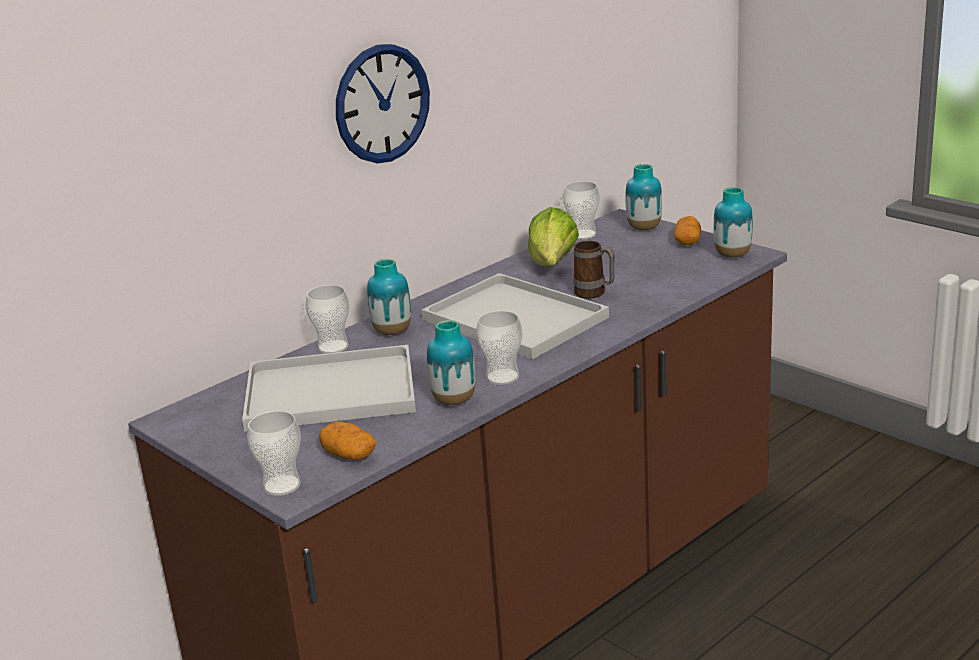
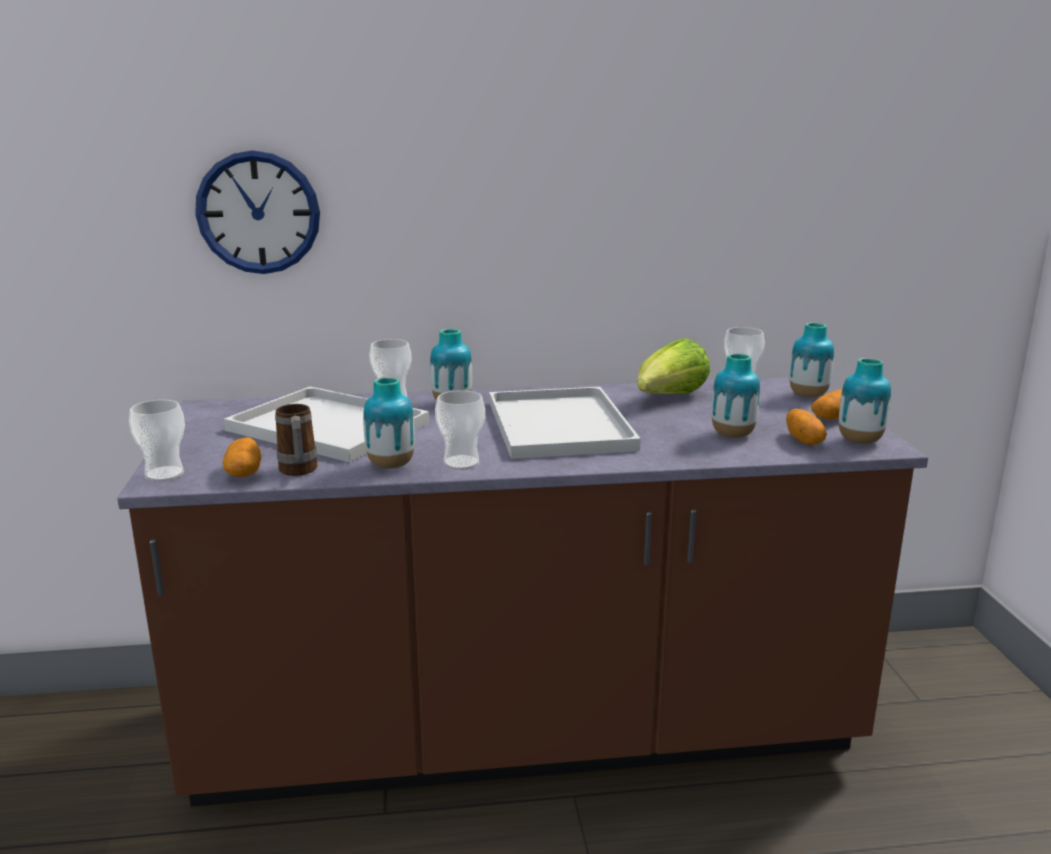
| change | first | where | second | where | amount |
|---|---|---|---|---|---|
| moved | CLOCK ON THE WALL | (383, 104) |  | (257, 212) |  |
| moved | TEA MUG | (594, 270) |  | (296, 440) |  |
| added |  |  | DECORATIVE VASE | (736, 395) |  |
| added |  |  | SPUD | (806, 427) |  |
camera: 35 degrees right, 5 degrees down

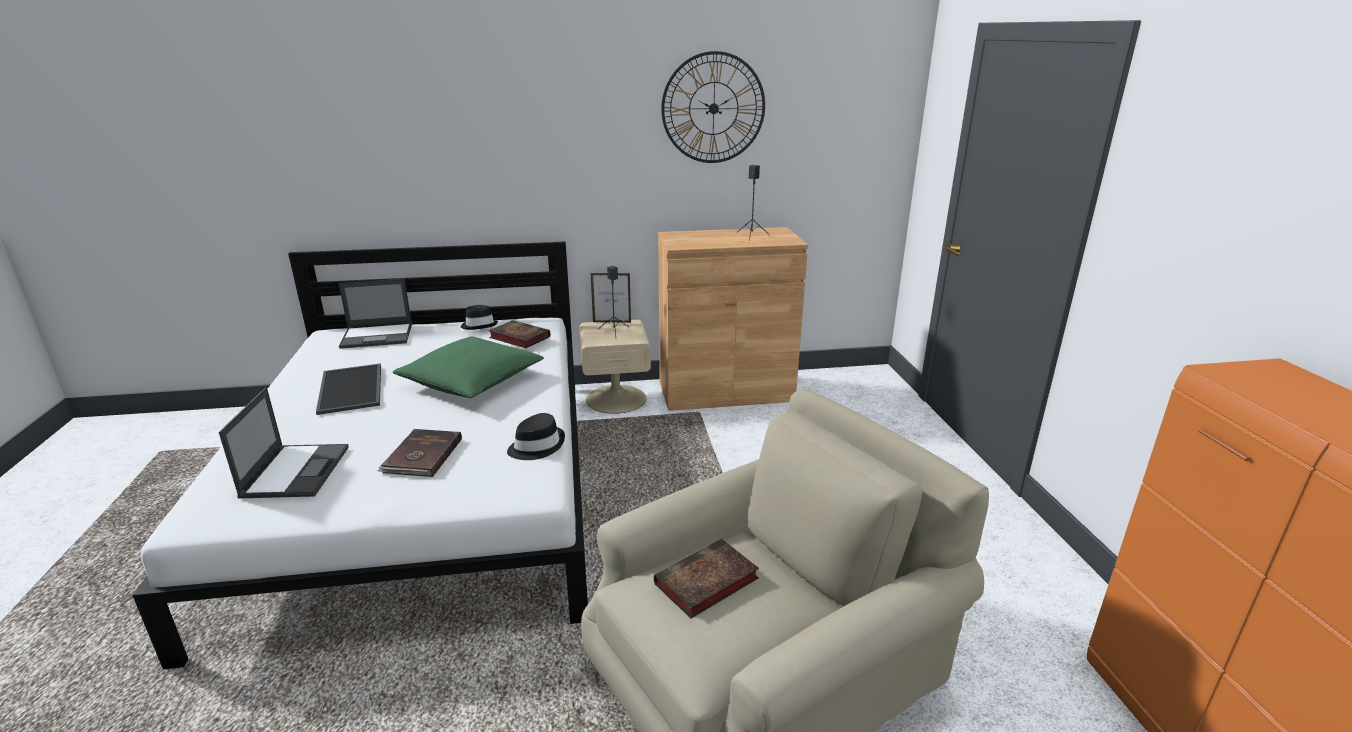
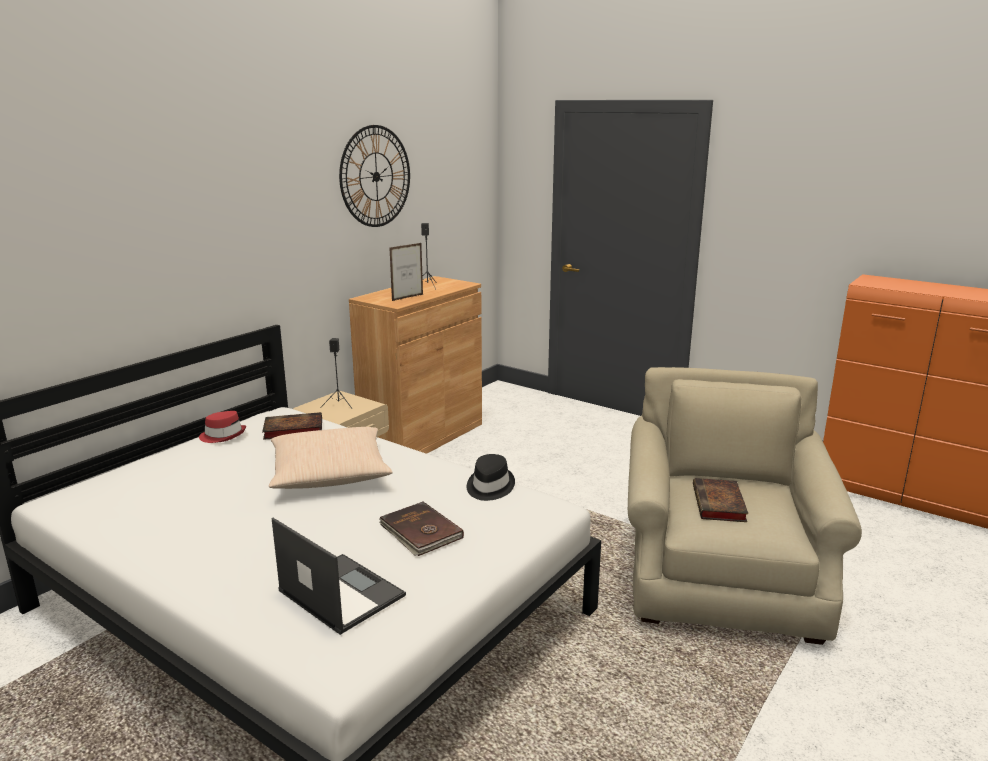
| change | first | where | second | where | amount |
|---|---|---|---|---|---|
| moved | PICTURE FRAME | (611, 298) |  | (406, 272) |  |
| removed | LAPTOP | (375, 314) |  |  |  |
| recoloured | BLACK-COLOURED CLOTHING HAT | (479, 317) | RED CLOTHING HAT | (222, 427) |  |
| recoloured | GREENISH CUSHION | (468, 367) | BEIGE-COLOURED CUSHION | (331, 458) |  |
| removed | SERVING TRAY | (348, 389) |  |  |  |
camera: 45 degrees left, 5 degrees down

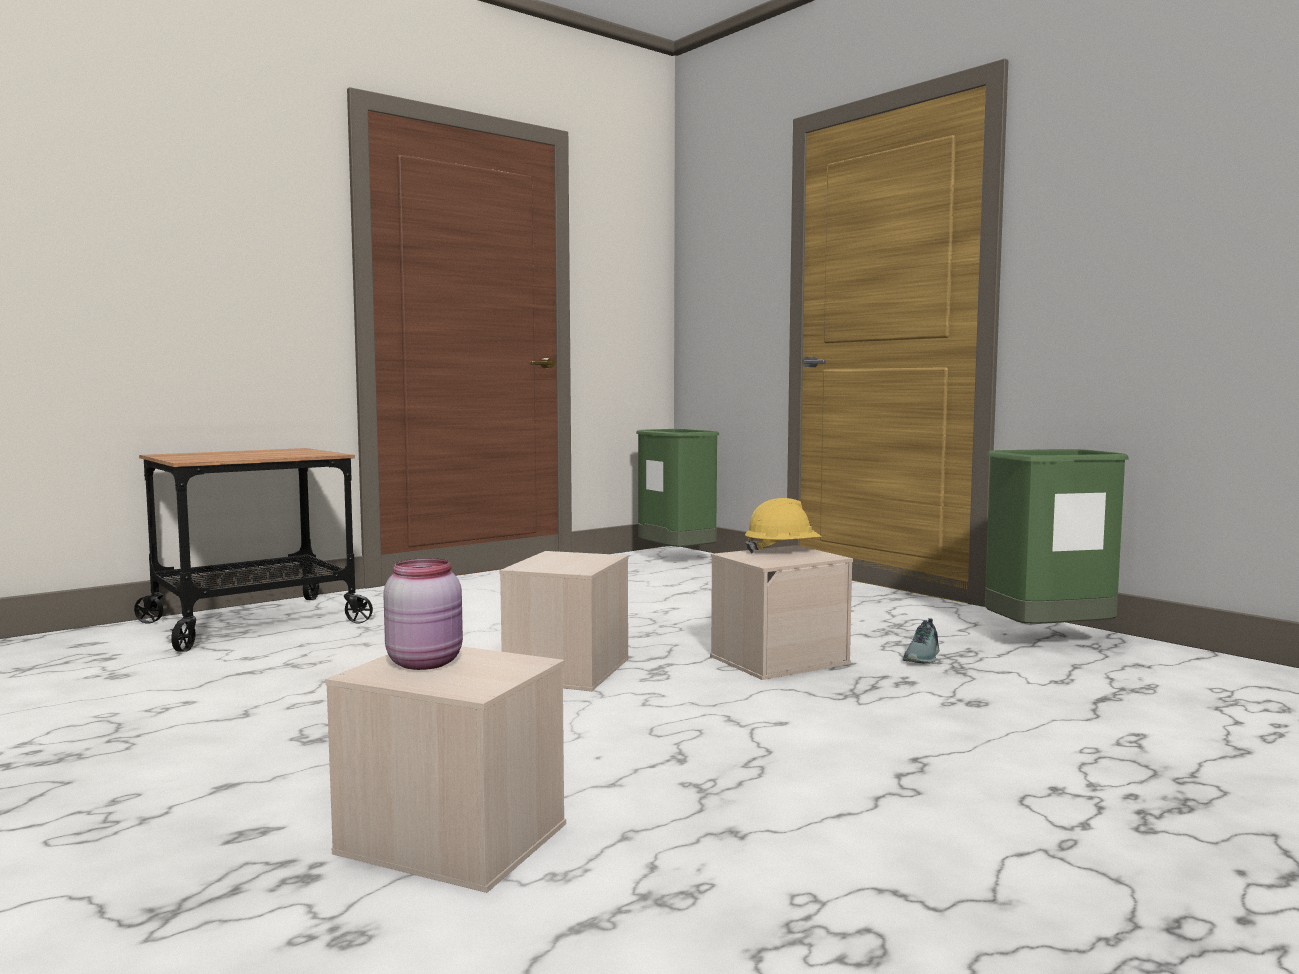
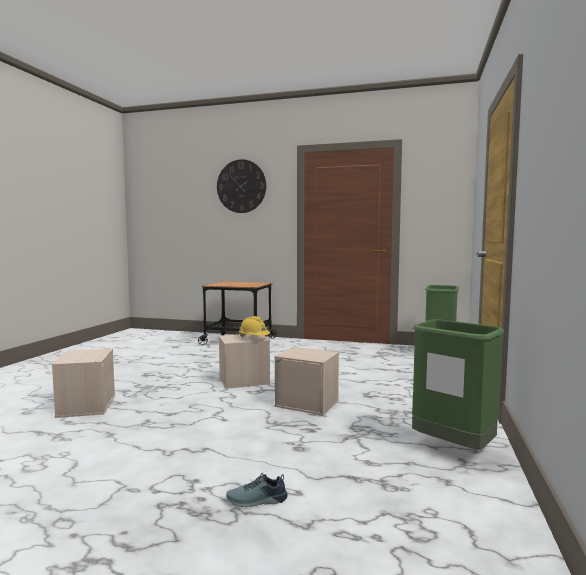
| change | first | where | second | where | amount |
|---|---|---|---|---|---|
| moved | YELLOW-COLOURED SAFETY HELMET | (783, 526) |  | (254, 326) |  |
| removed | PINK STORAGE JAR | (423, 614) |  |  |  |
| moved | SHOE | (921, 640) |  | (257, 490) |  |
| added |  |  | CLOCK ON THE WALL | (241, 186) |  |
camera: 55 degrees right, 0 degrees up

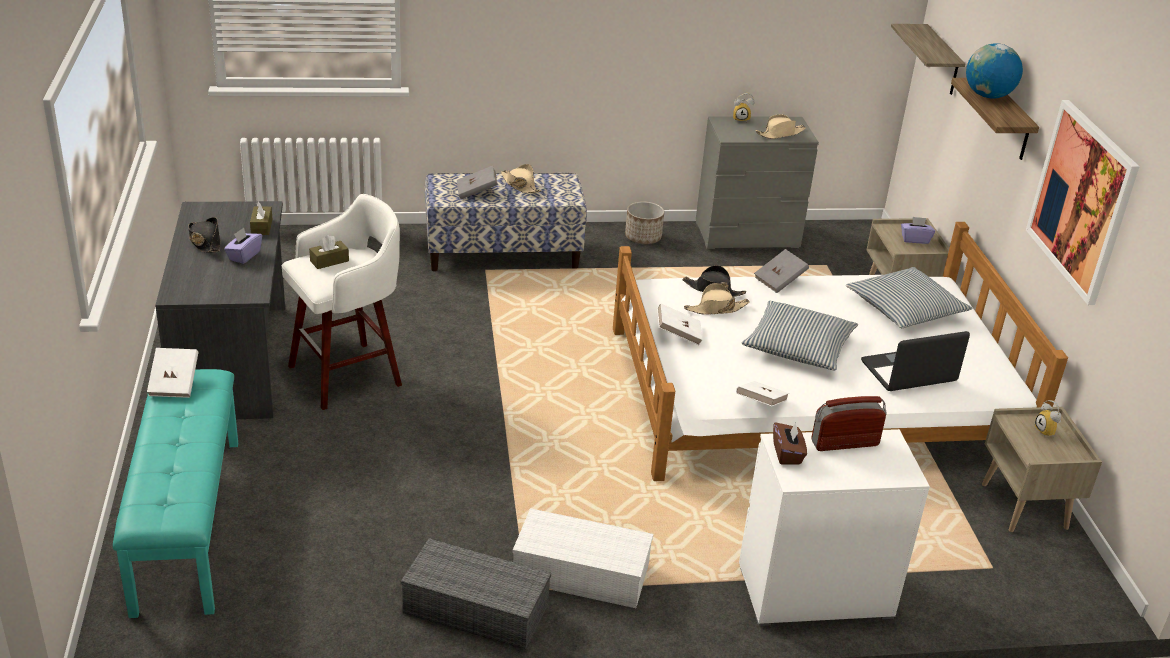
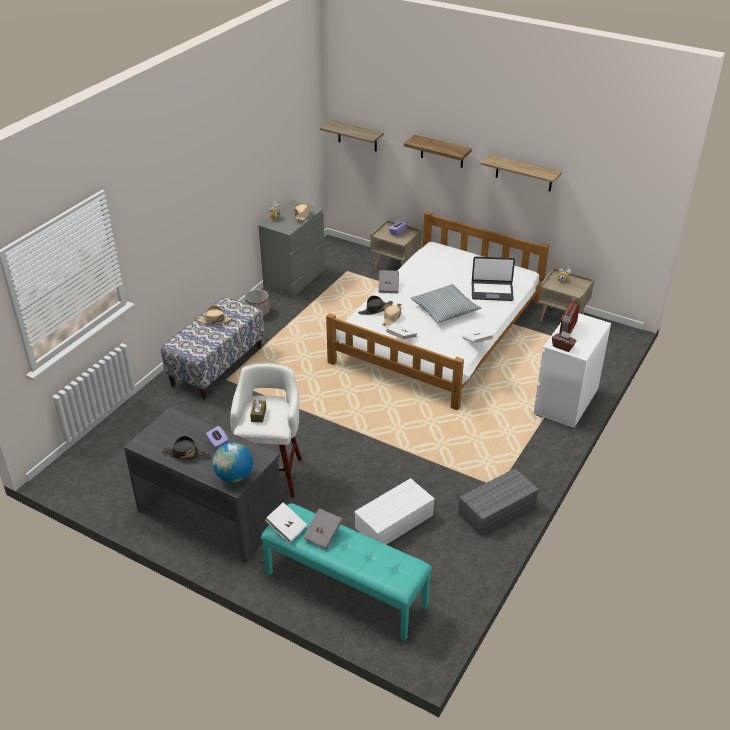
| change | first | where | second | where | amount |
|---|---|---|---|---|---|
| moved | WORLD GLOBE | (994, 71) |  | (233, 462) |  |
| replaced | WALL ART | (1082, 202) | WALL SHELF | (521, 173) |  |
| moved | GREYISH VOLUME | (477, 182) |  | (323, 529) |  |
| removed | BROWN-COLOURED BOX OF TISSUES | (261, 218) |  |  |  |
| removed | CUSHION | (909, 297) |  |  |  |
| turned | LAPTOP | (915, 361) |  | (493, 279) | 105 degrees counterclockwise |
| moved | WHITE STORAGE CONTAINER | (583, 558) |  | (394, 511) |  |
camera: 50 degrees left, 5 degrees up

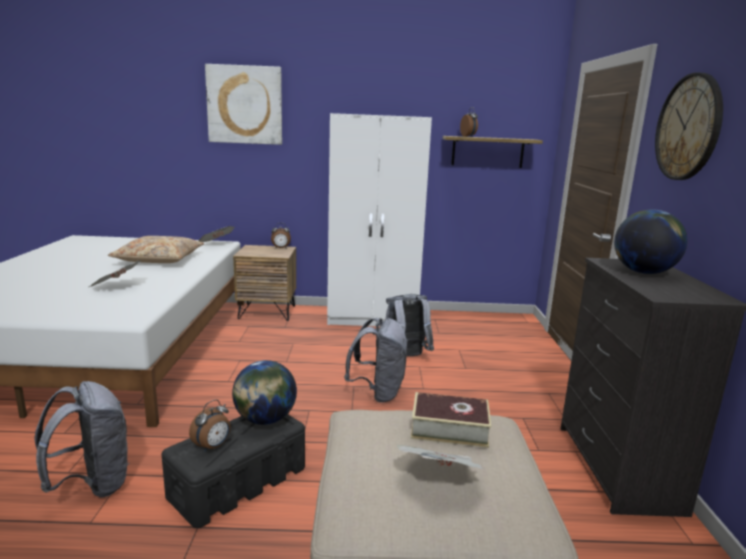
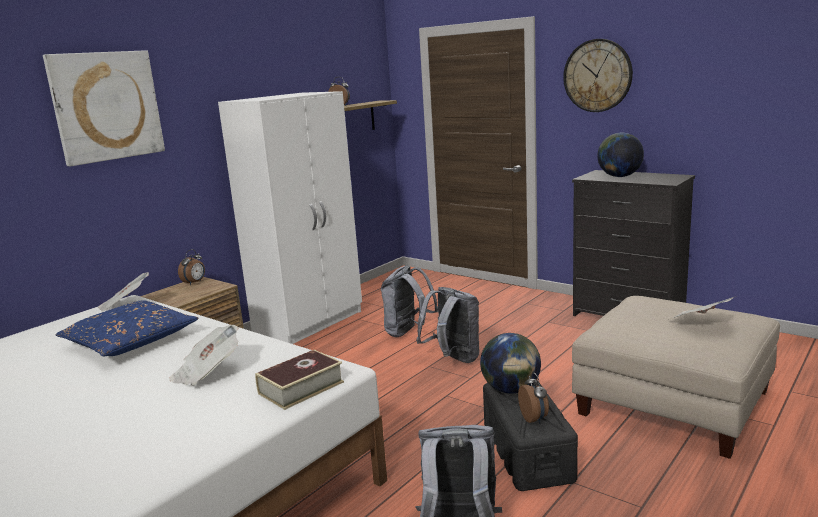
| change | first | where | second | where | amount |
|---|---|---|---|---|---|
| recoloured | BEIGE-COLOURED CUSHION | (156, 249) | BLUE-COLOURED CUSHION | (127, 328) |  |
| moved | VOLUME | (451, 420) |  | (299, 380) |  |
camera: 50 degrees left, 0 degrees up

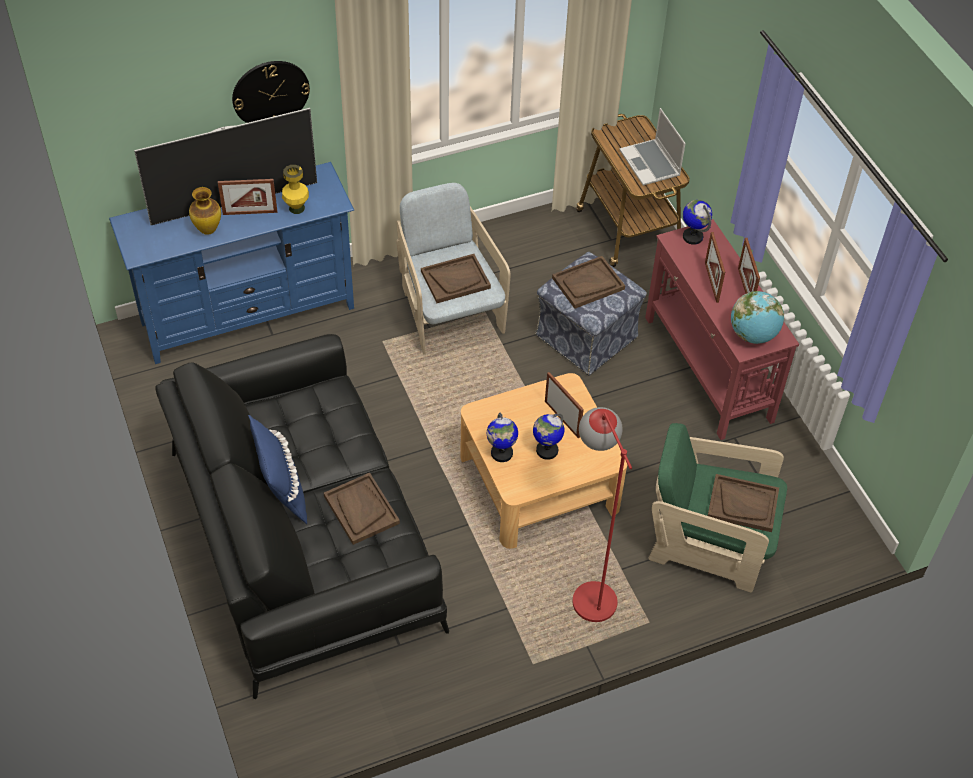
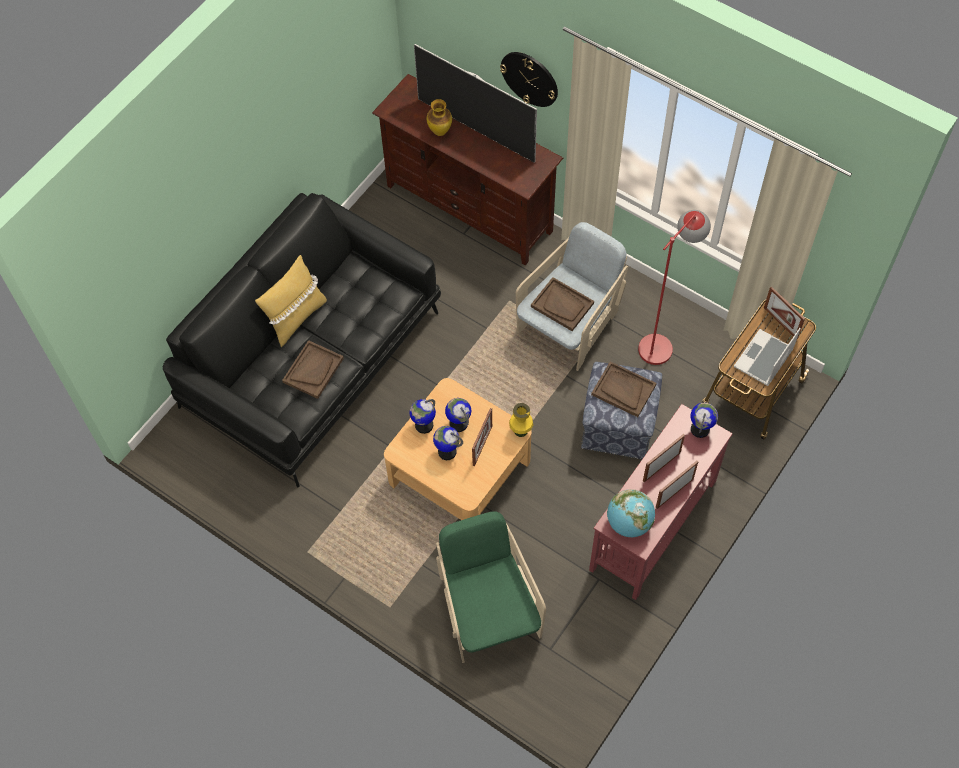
| change | first | where | second | where | amount |
|---|---|---|---|---|---|
| recoloured | BLUE-COLOURED TV UNIT | (231, 263) | BROWN-COLOURED TV UNIT | (467, 169) |  |
| moved | YELLOW-COLOURED DECORATIVE VASE | (295, 189) |  | (521, 420) |  |
| moved | PICTURE FRAME | (247, 197) |  | (784, 312) |  |
| moved | RED STANDARD LAMP | (602, 514) |  | (674, 287) |  |
| recoloured | BLUE-COLOURED CUSHION | (277, 469) | YELLOW-COLOURED CUSHION | (291, 301) |  |
| removed | BROWN-COLOURED SERVING TRAY | (743, 503) |  |  |  |
| added |  |  | WORLD GLOBE | (458, 415) |  |
camera: 60 degrees right, 10 degrees up

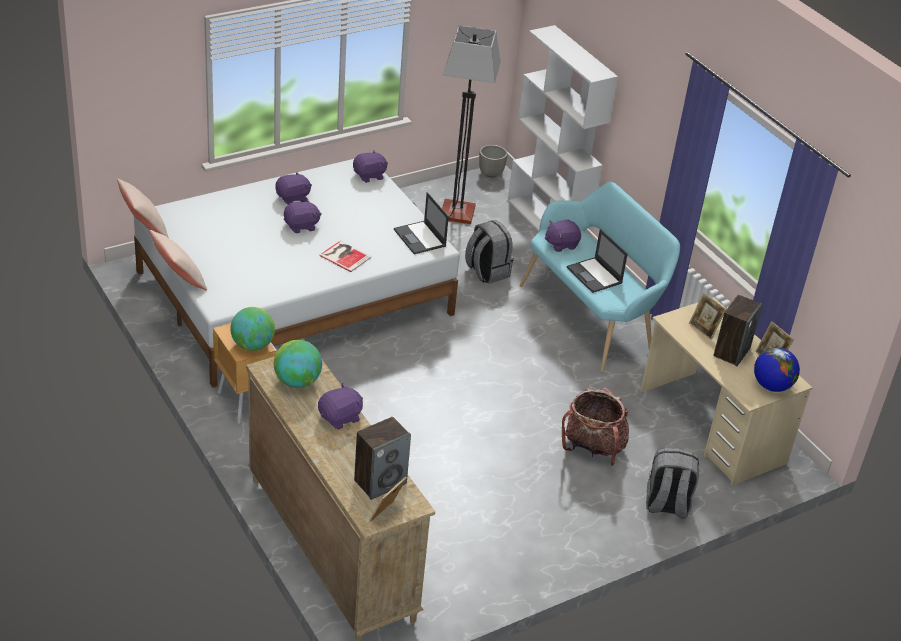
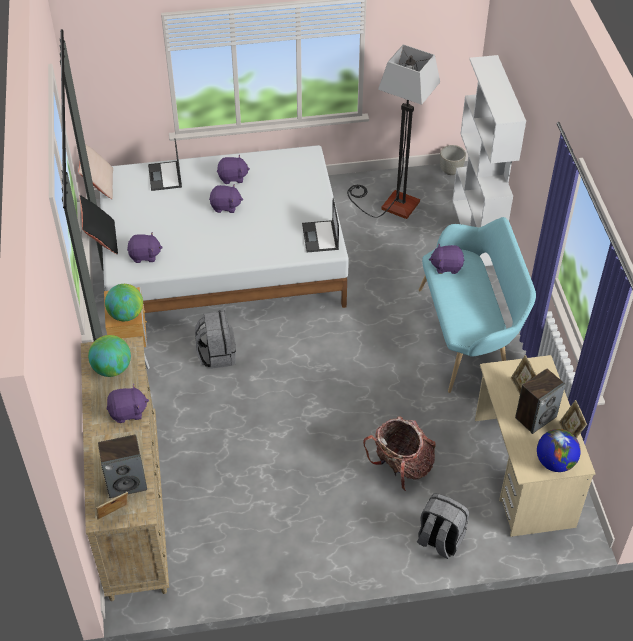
| change | first | where | second | where | amount |
|---|---|---|---|---|---|
| moved | PURPLE SOFT TOY | (370, 167) |  | (145, 247) |  |
| moved | GREYISH RUCKSACK | (489, 252) |  | (215, 339) |  |
| moved | LAPTOP | (597, 261) |  | (165, 165) |  |
| recoloured | BEIGE-COLOURED CUSHION | (178, 260) | BLACK-COLOURED CUSHION | (98, 224) |  |
| removed | VOLUME | (345, 256) |  |  |  |
camera: 25 degrees right, 10 degrees up

